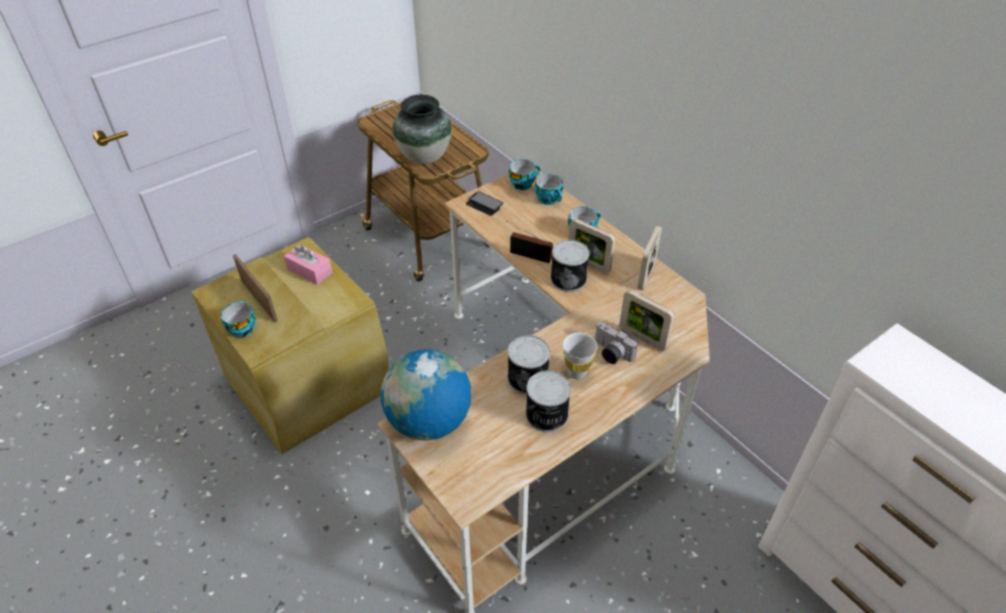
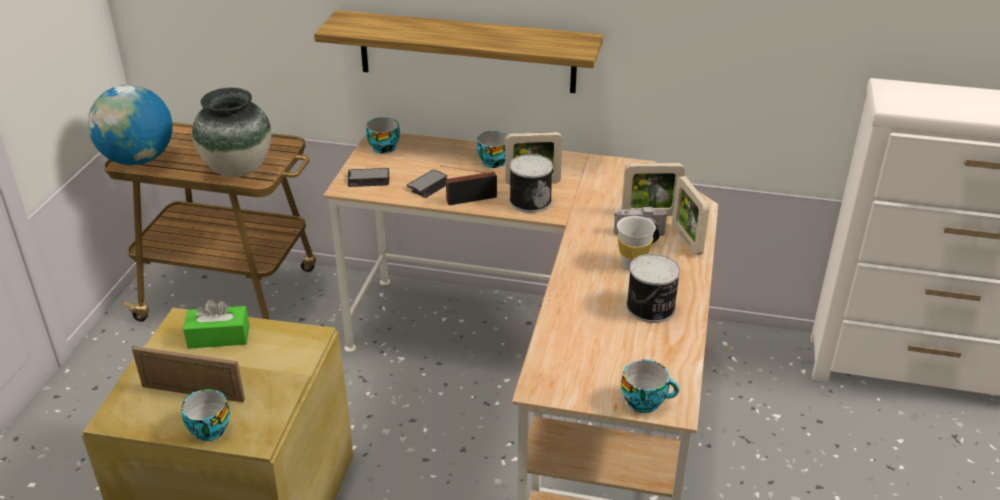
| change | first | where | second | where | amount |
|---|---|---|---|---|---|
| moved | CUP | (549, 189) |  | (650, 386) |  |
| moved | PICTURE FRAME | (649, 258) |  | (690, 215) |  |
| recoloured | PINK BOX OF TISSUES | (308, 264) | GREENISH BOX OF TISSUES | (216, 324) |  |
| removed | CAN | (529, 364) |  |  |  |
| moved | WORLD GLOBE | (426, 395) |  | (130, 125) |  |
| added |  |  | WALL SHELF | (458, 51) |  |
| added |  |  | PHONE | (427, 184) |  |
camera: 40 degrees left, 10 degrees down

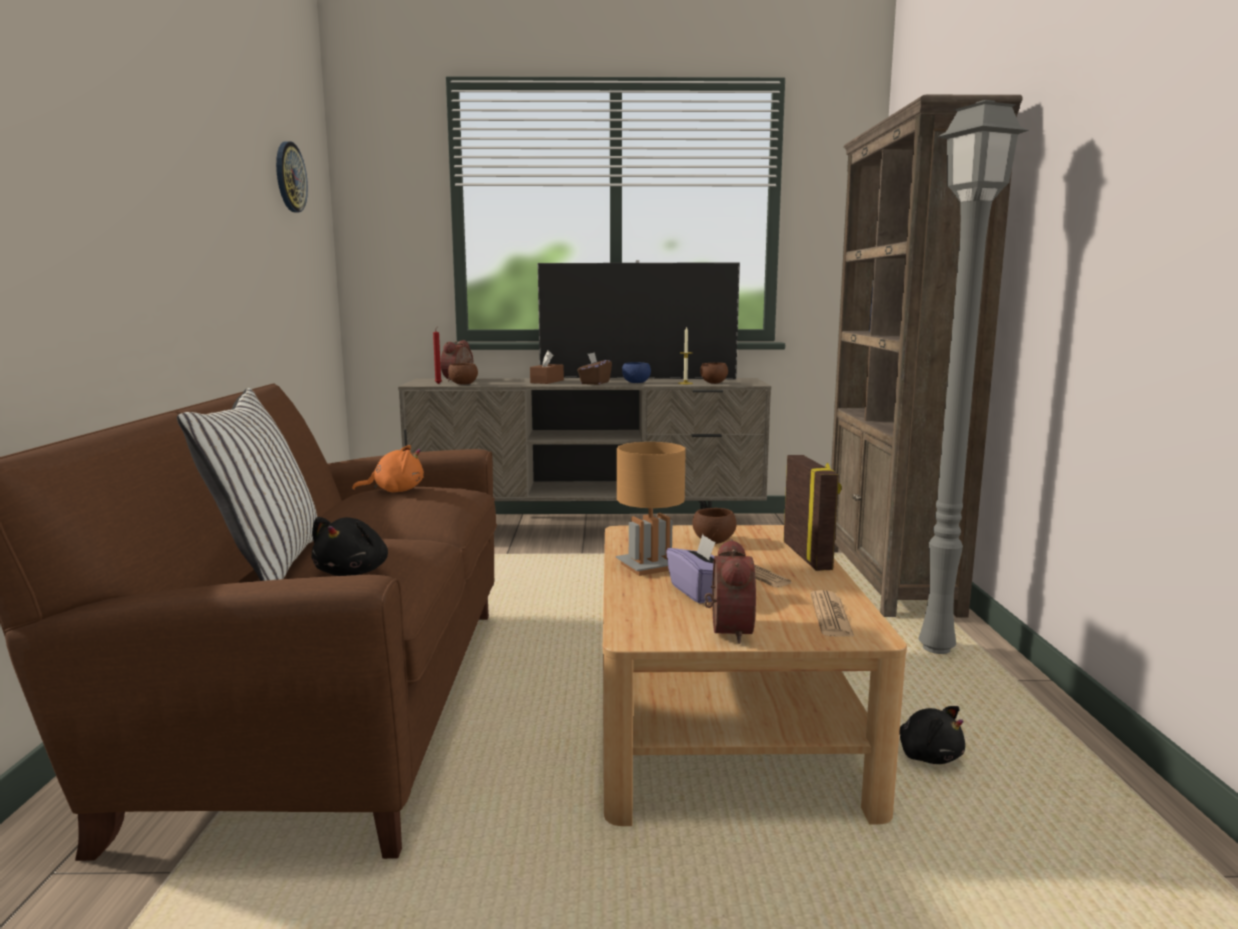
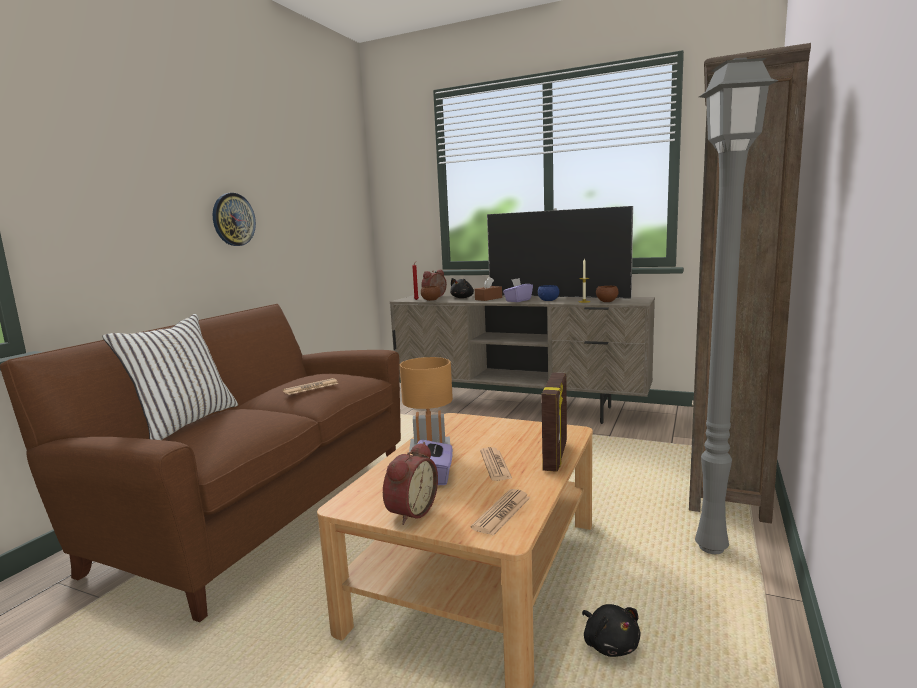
| change | first | where | second | where | amount |
|---|---|---|---|---|---|
| moved | CLOCK ON THE WALL | (292, 176) |  | (234, 219) |  |
| recoloured | BROWN-COLOURED BOX OF TISSUES | (594, 368) | PURPLE BOX OF TISSUES | (518, 290) |  |
| removed | ORANGE SOFT TOY | (388, 468) |  |  |  |
| removed | BROWN-COLOURED BOWL | (714, 526) |  |  |  |
| moved | BLACK-COLOURED SOFT TOY | (349, 546) |  | (462, 288) |  |
| added |  |  | PRINTED PAPER | (311, 386) |  |
camera: 25 degrees right, 0 degrees up

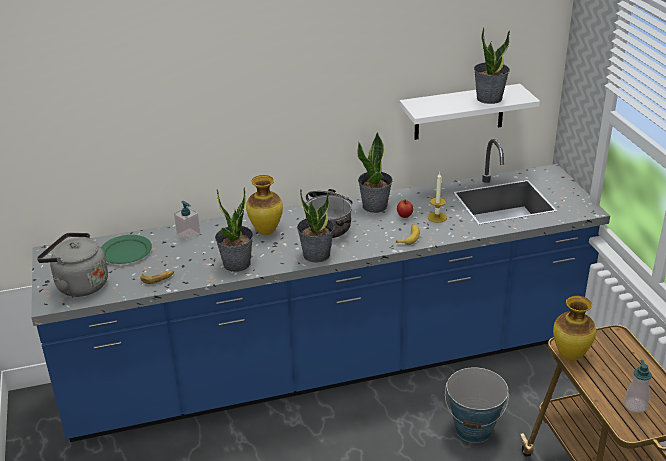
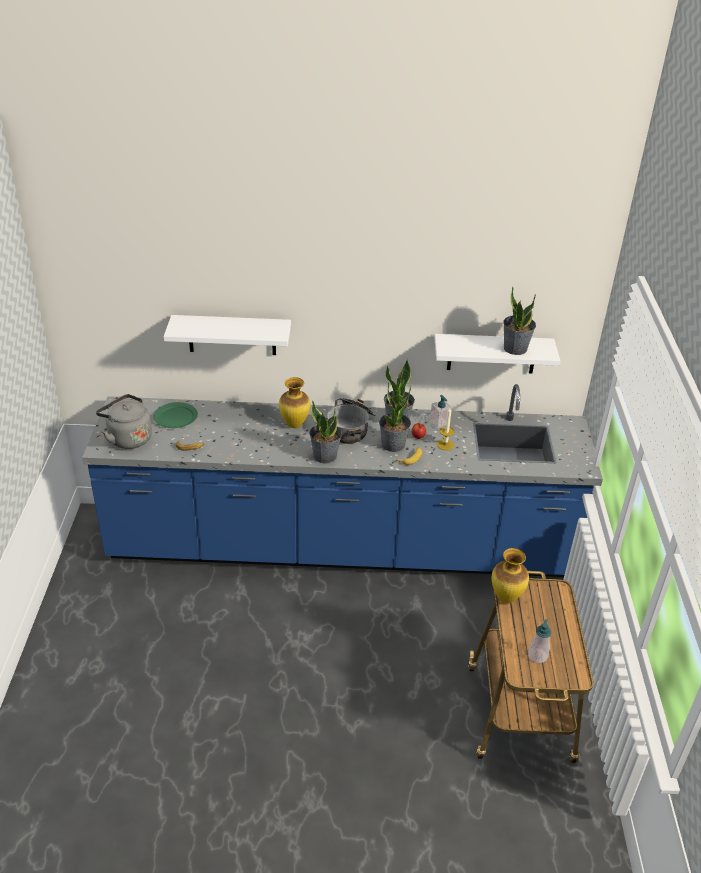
| change | first | where | second | where | amount |
|---|---|---|---|---|---|
| moved | POTTED PLANT | (234, 229) |  | (395, 417) |  |
| moved | SOAP DISPENSER | (187, 221) |  | (441, 412) |  |
| removed | WATER BUCKET | (477, 405) |  |  |  |
| added |  |  | WHITE WALL SHELF | (227, 335) |  |
camera: 15 degrees right, 5 degrees up

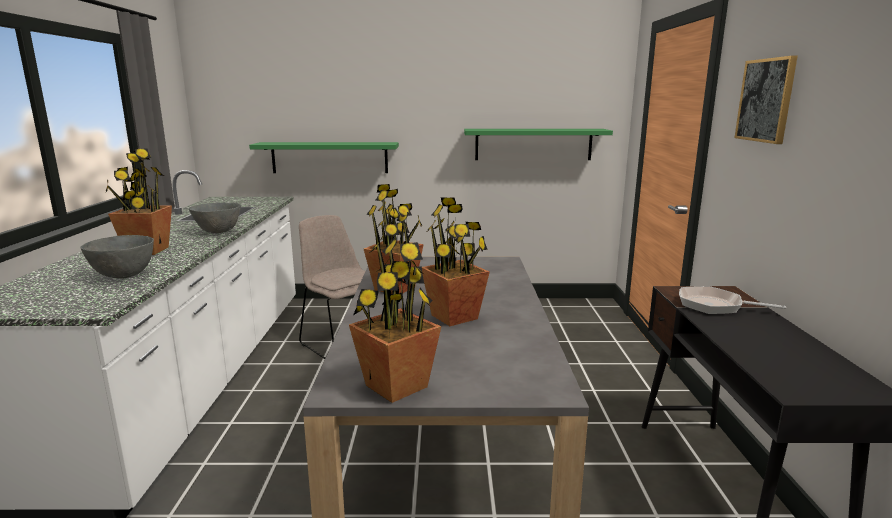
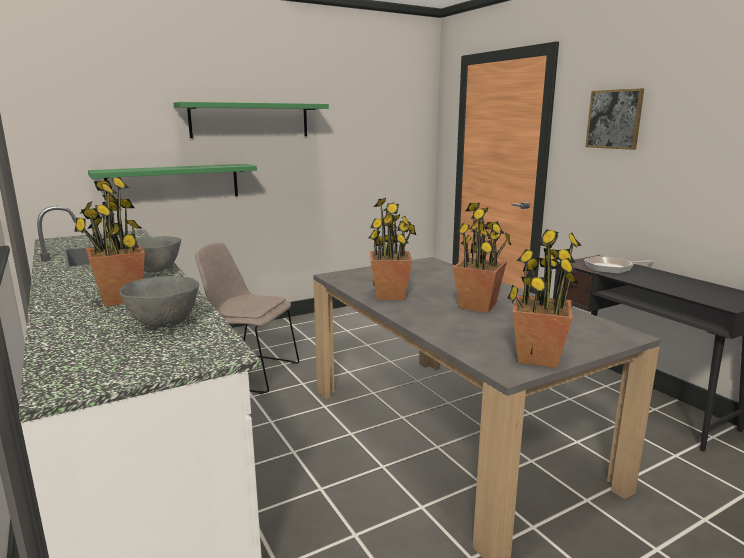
| change | first | where | second | where | amount |
|---|---|---|---|---|---|
| moved | GREENISH WALL SHELF | (538, 144) |  | (251, 120) |  |
camera: 30 degrees left, 0 degrees up

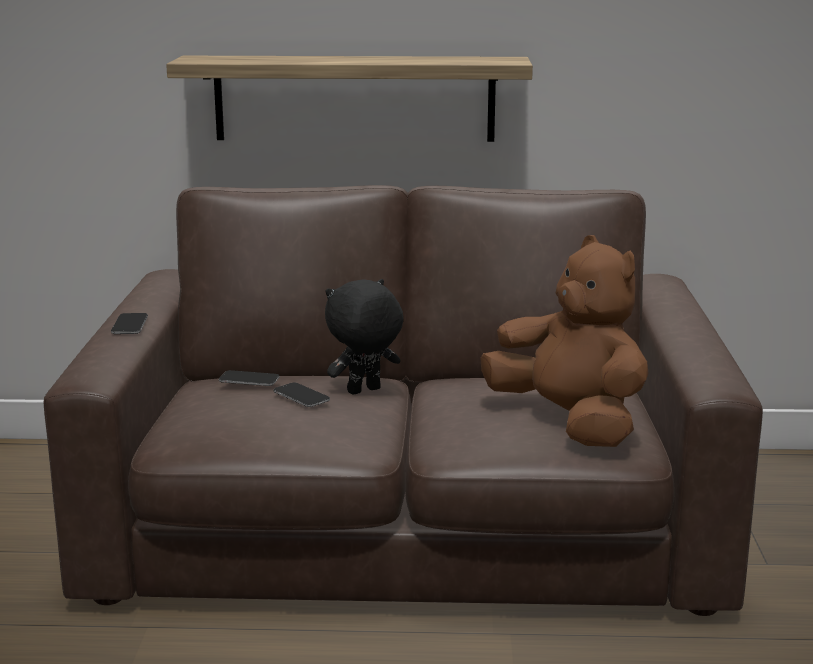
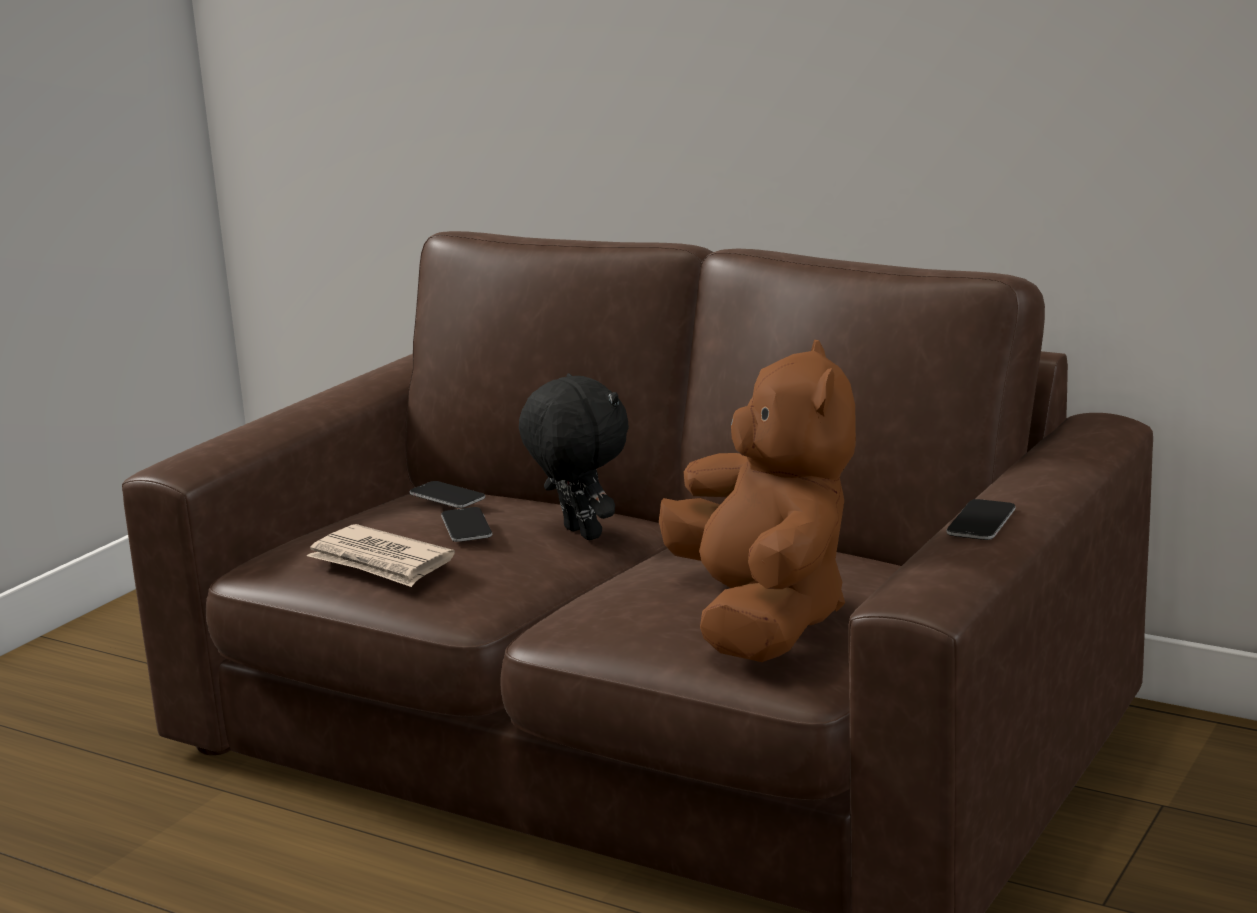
| change | first | where | second | where | amount |
|---|---|---|---|---|---|
| removed | WALL SHELF | (349, 99) |  |  |  |
| turned | BLACK-COLOURED SOFT TOY | (364, 336) |  | (574, 456) | 60 degrees clockwise |
| moved | PHONE | (129, 323) |  | (981, 519) |  |
| added |  |  | PRINTED PAPER | (381, 555) |  |
camera: 30 degrees right, 0 degrees up

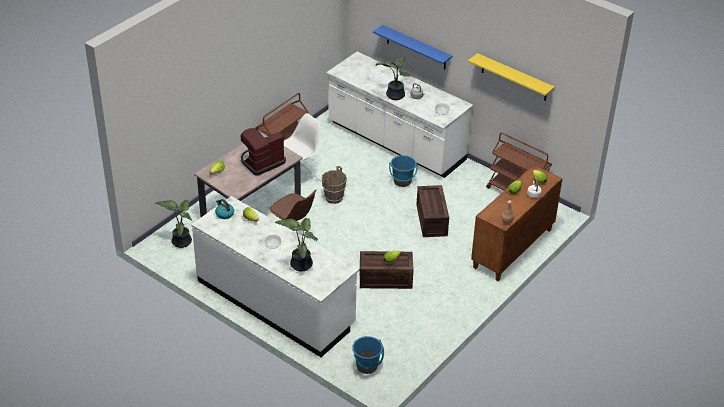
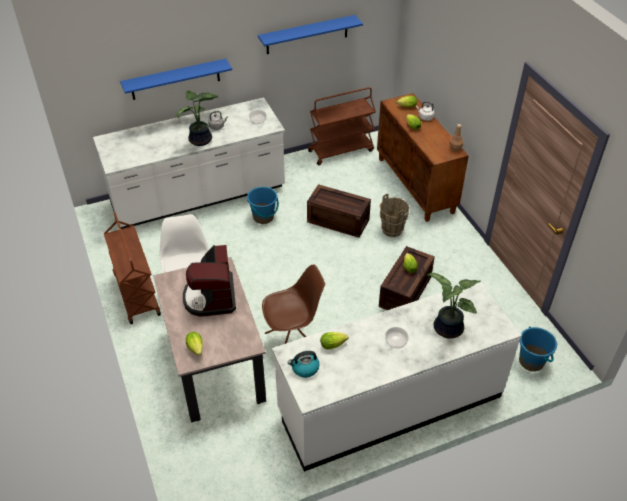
| change | first | where | second | where | amount |
|---|---|---|---|---|---|
| recoloured | YELLOW-COLOURED WALL SHELF | (511, 77) | BLUE-COLOURED WALL SHELF | (310, 34) |  |
| moved | BROWN-COLOURED WATER BUCKET | (334, 185) |  | (395, 215) |  |
| removed | POTTED PLANT | (173, 224) |  |  |  |
camera: 60 degrees left, 5 degrees up

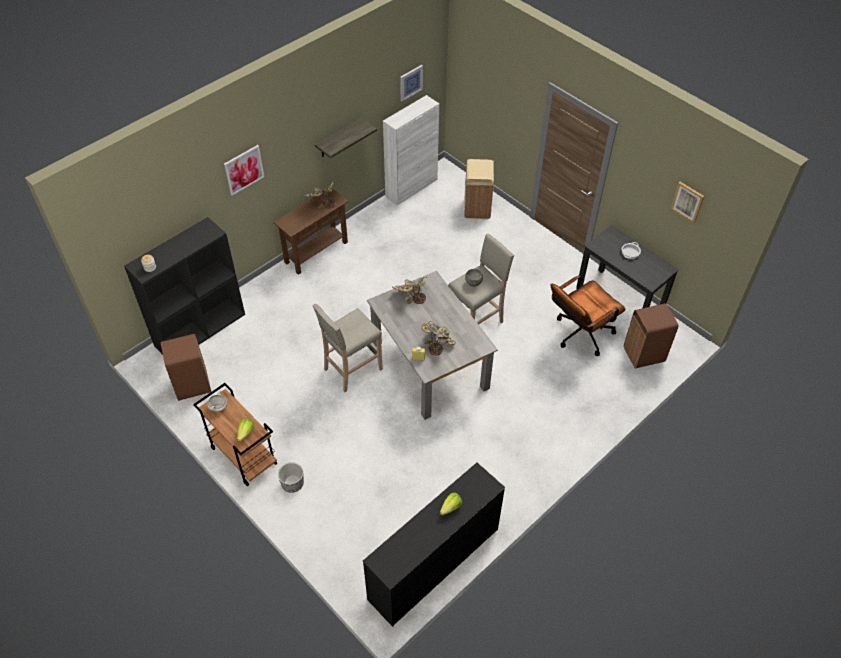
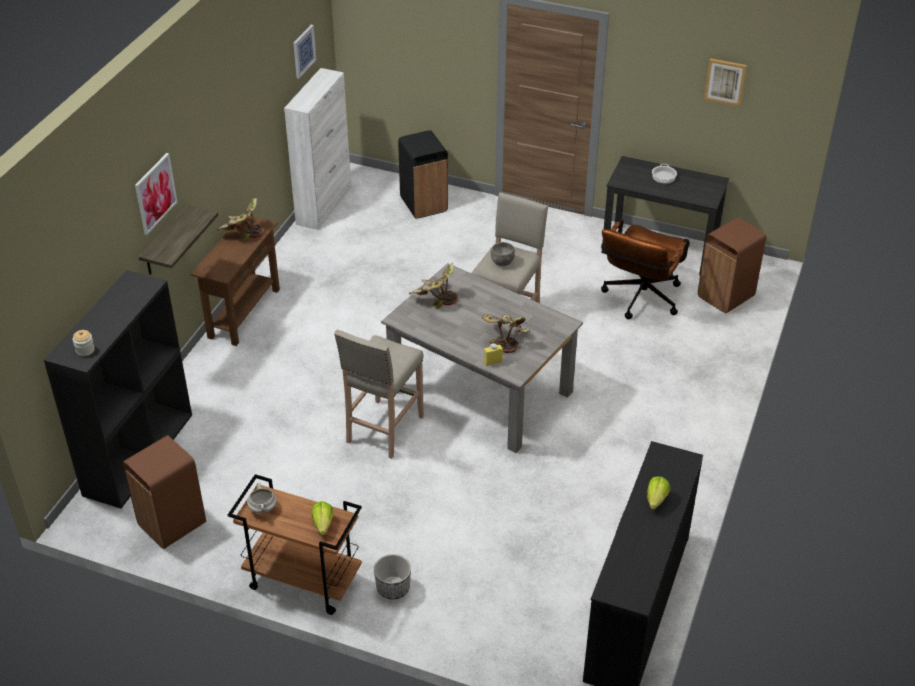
| change | first | where | second | where | amount |
|---|---|---|---|---|---|
| moved | WALL SHELF | (346, 138) |  | (178, 240) |  |
| recoloured | BEIGE-COLOURED TRASH CAN | (479, 189) | BLACK-COLOURED TRASH CAN | (423, 174) |  |
camera: 25 degrees left, 10 degrees down

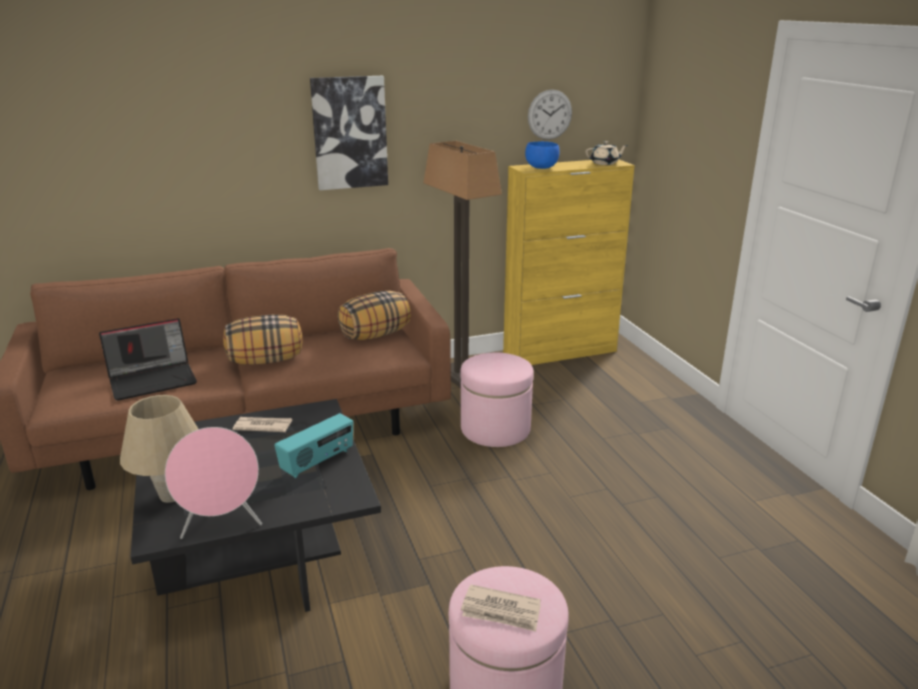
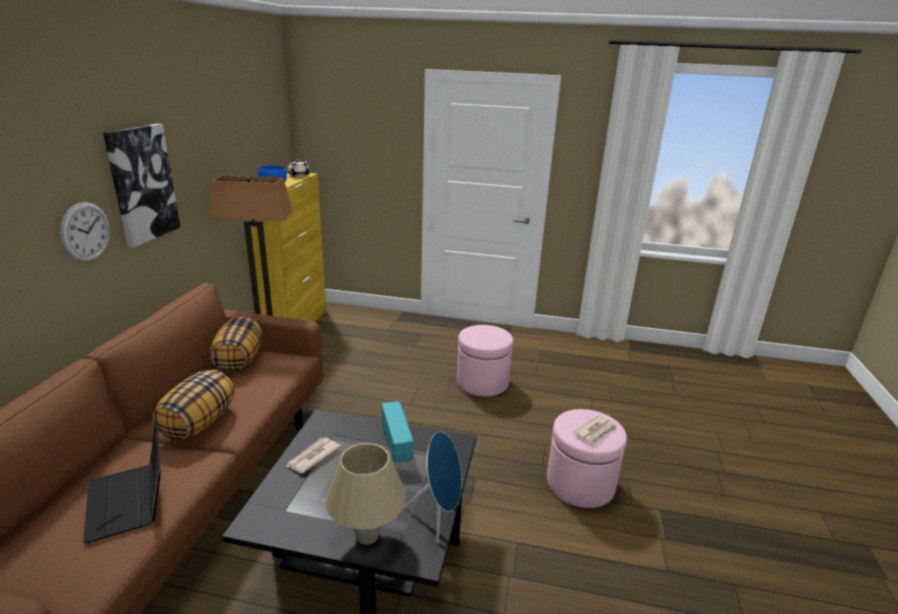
| change | first | where | second | where | amount |
|---|---|---|---|---|---|
| moved | CLOCK ON THE WALL | (550, 114) |  | (85, 232) |  |
| turned | LAPTOP | (148, 359) |  | (122, 481) | 150 degrees clockwise |
| moved | PINK POUFFE | (497, 399) |  | (485, 360) |  |
| recoloured | PINK LOUDSPEAKER | (213, 483) | BLUE-COLOURED LOUDSPEAKER | (433, 487) |  |
camera: 60 degrees left, 0 degrees up

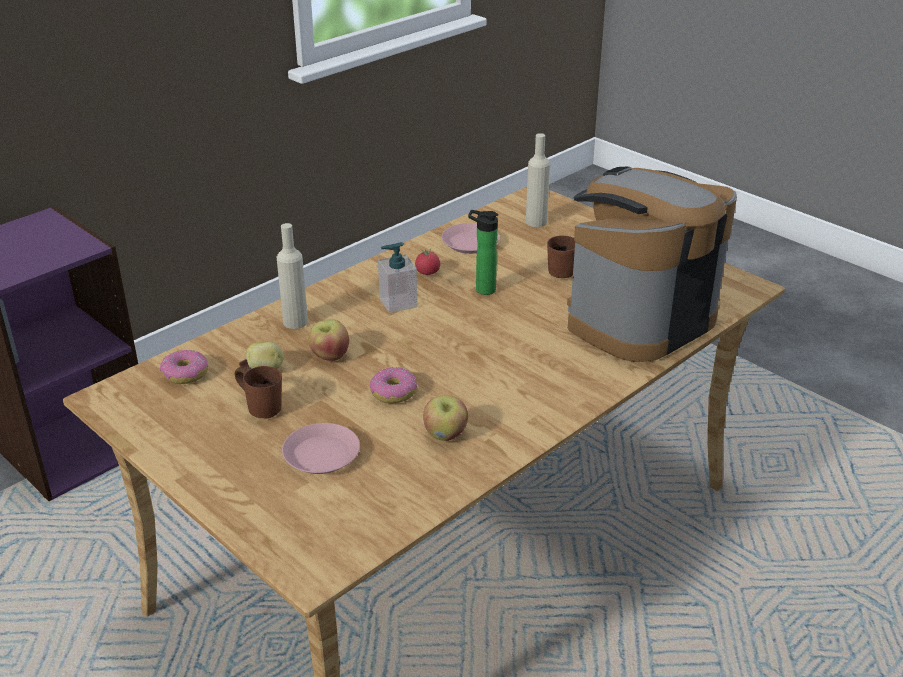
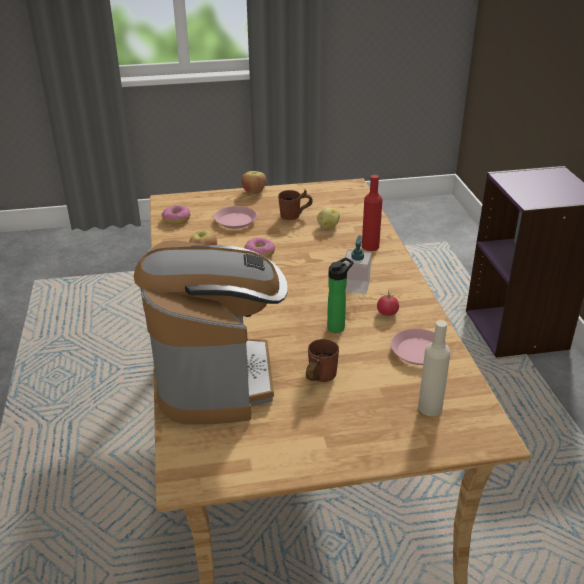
| change | first | where | second | where | amount |
|---|---|---|---|---|---|
| recoloured | BEIGE-COLOURED DRINK BOTTLE | (292, 276) | RED DRINK BOTTLE | (372, 213) |  |
| moved | WHOLE APPLE | (328, 340) |  | (254, 182) |  |
| moved | RING DOUGHNUT | (184, 366) |  | (176, 214) |  |
camera: 125 degrees right, 0 degrees up

